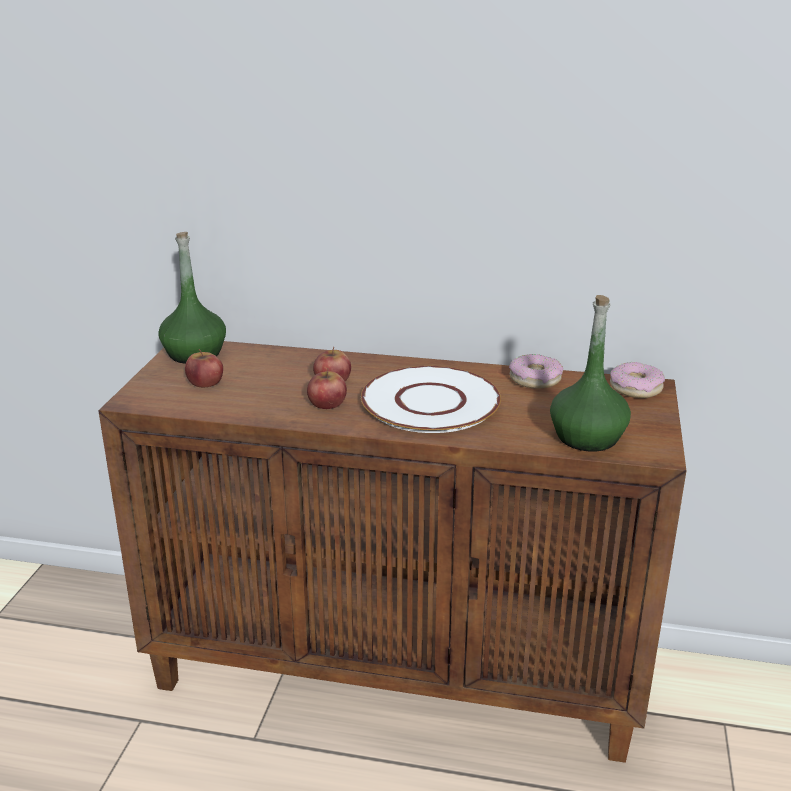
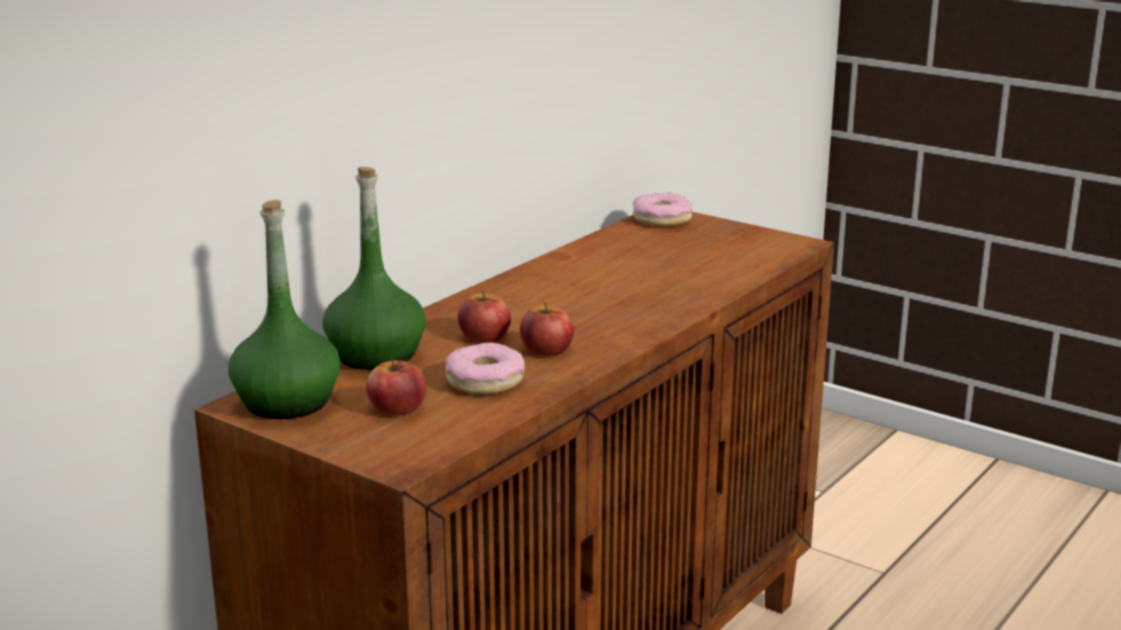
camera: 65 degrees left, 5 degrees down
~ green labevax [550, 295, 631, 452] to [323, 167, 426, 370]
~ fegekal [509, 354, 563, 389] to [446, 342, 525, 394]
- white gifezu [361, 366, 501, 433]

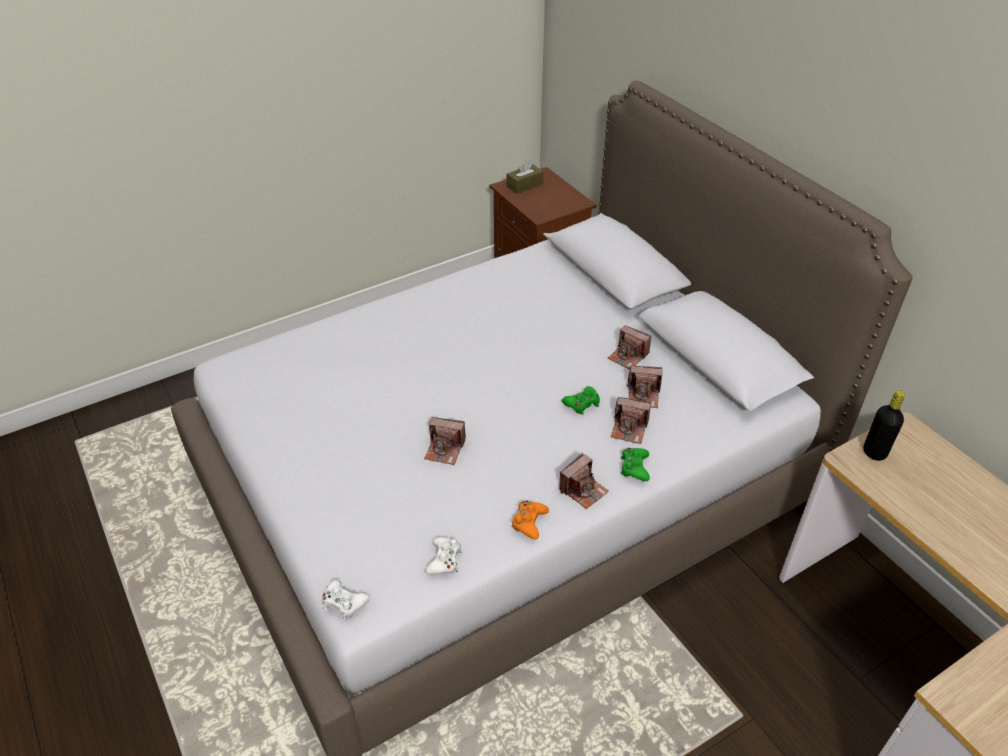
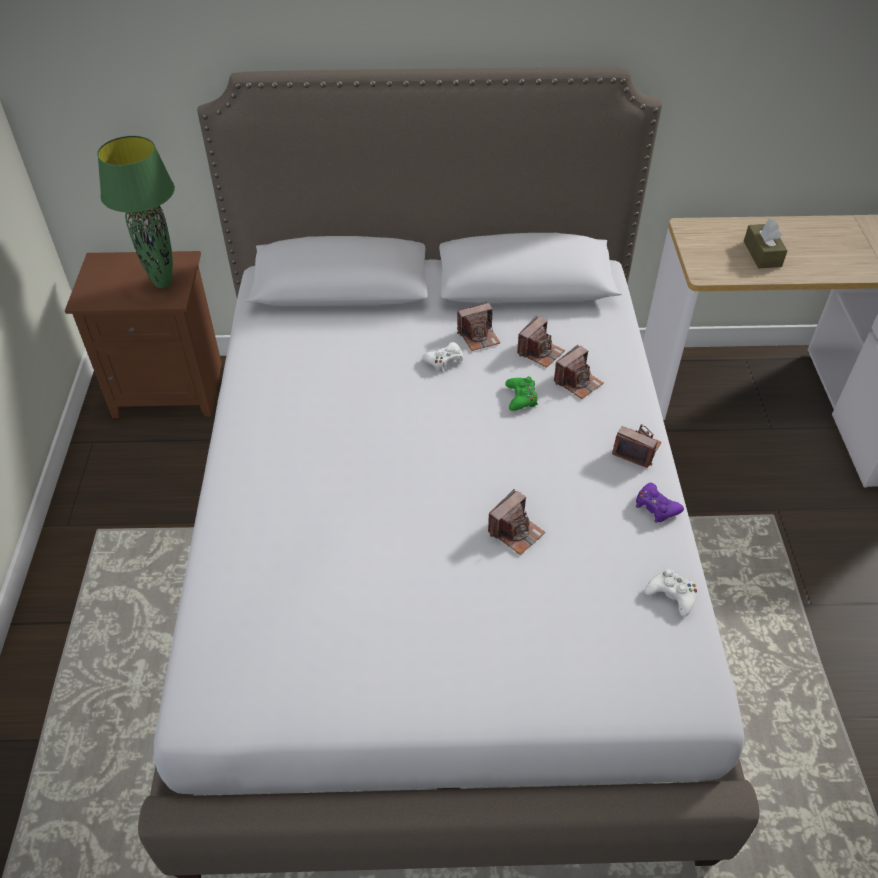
camera: 60 degrees left, 5 degrees up
+ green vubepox [97, 136, 175, 288]
~ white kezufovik [322, 579, 370, 620] to [422, 342, 463, 372]
~ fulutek [559, 453, 609, 509] = [612, 424, 662, 468] 45 degrees counterclockwise
~ orange kezufovik [511, 500, 549, 540] to purple kezufovik [636, 483, 684, 523]
~ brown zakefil [506, 160, 544, 194] to [744, 219, 788, 269]
- green kezufovik [621, 448, 650, 481]
- black labevax [863, 390, 905, 461]

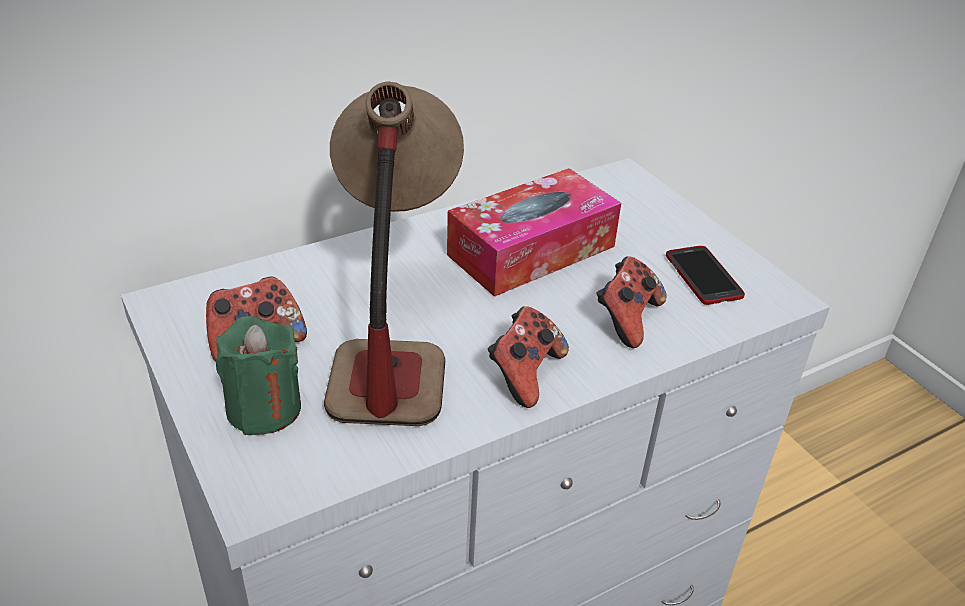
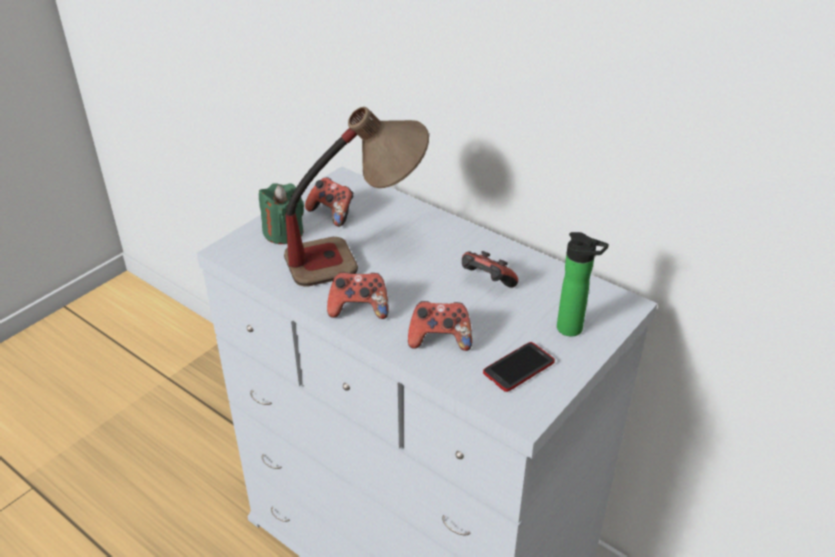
camera: 70 degrees right, 0 degrees up
~ zakefil [447, 168, 621, 297] to kezufovik [462, 251, 518, 288]
+ labevax [557, 232, 609, 336]

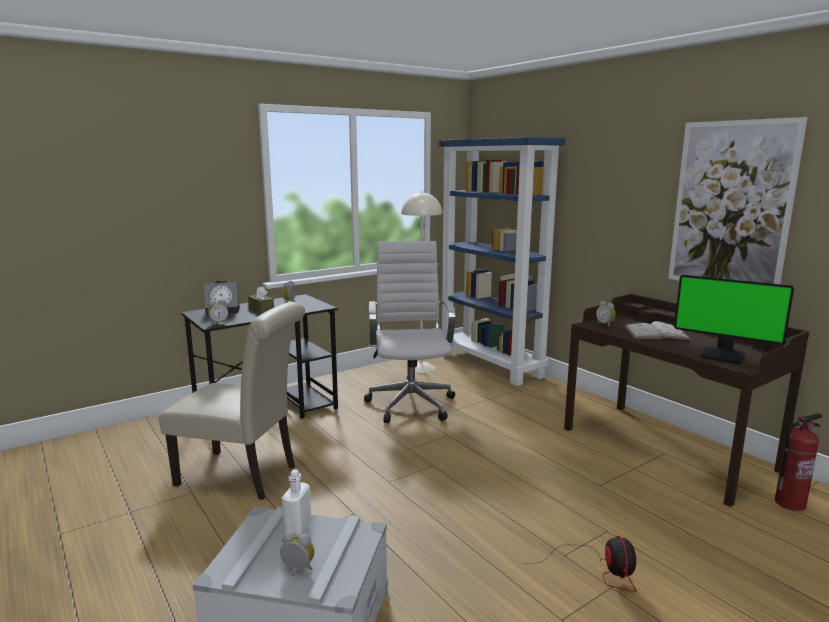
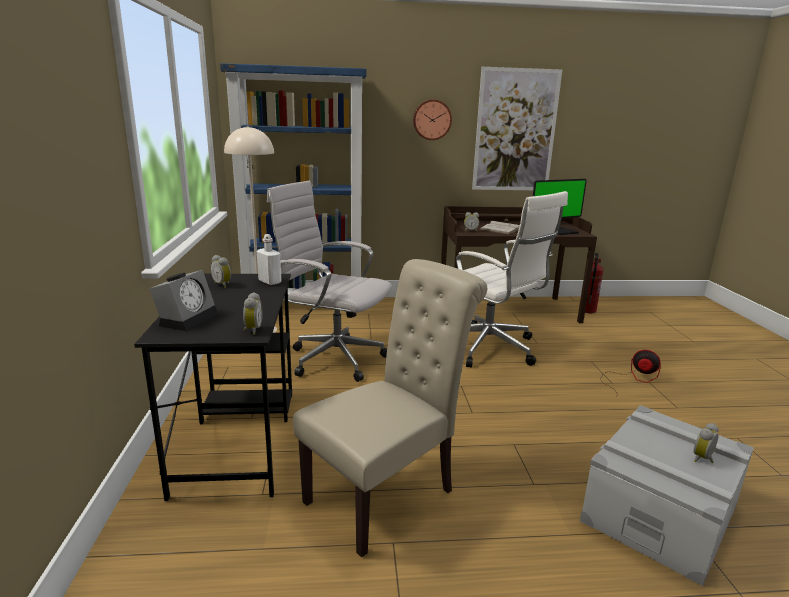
camera: 60 degrees left, 5 degrees up
~ white labevax [282, 469, 311, 535] to [257, 234, 281, 285]
+ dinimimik [413, 100, 452, 140]
+ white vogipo [456, 191, 568, 367]
- brown zakefil [248, 286, 274, 313]

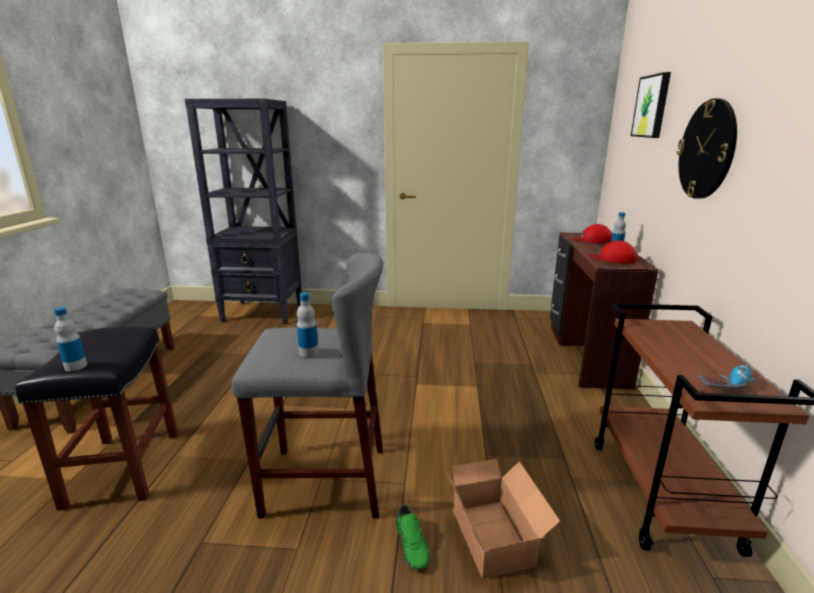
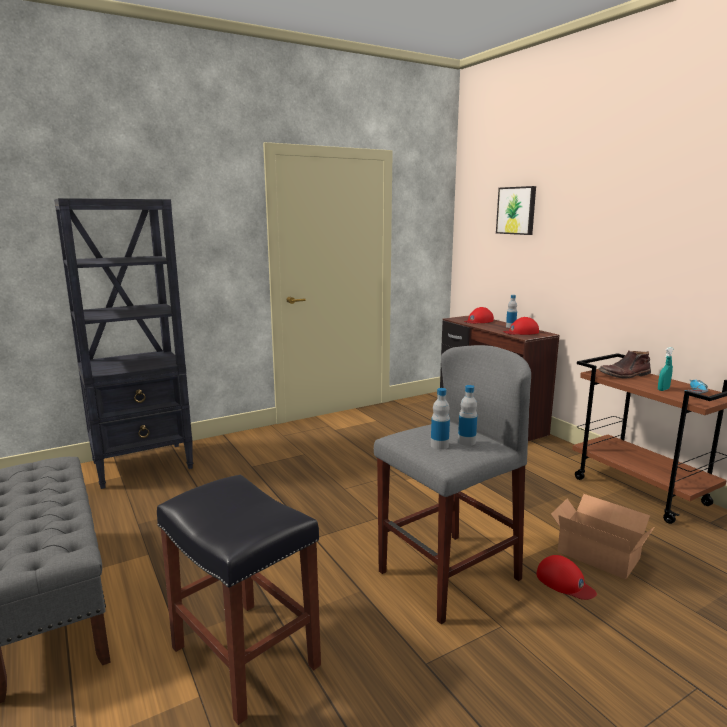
camera: 35 degrees left, 5 degrees down
~ labevax [54, 307, 87, 371] to [431, 388, 450, 450]
~ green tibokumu [395, 505, 430, 570] to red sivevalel [536, 555, 597, 600]
+ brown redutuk [598, 350, 651, 378]
+ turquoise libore [658, 347, 673, 391]
- dinimimik [677, 99, 737, 199]

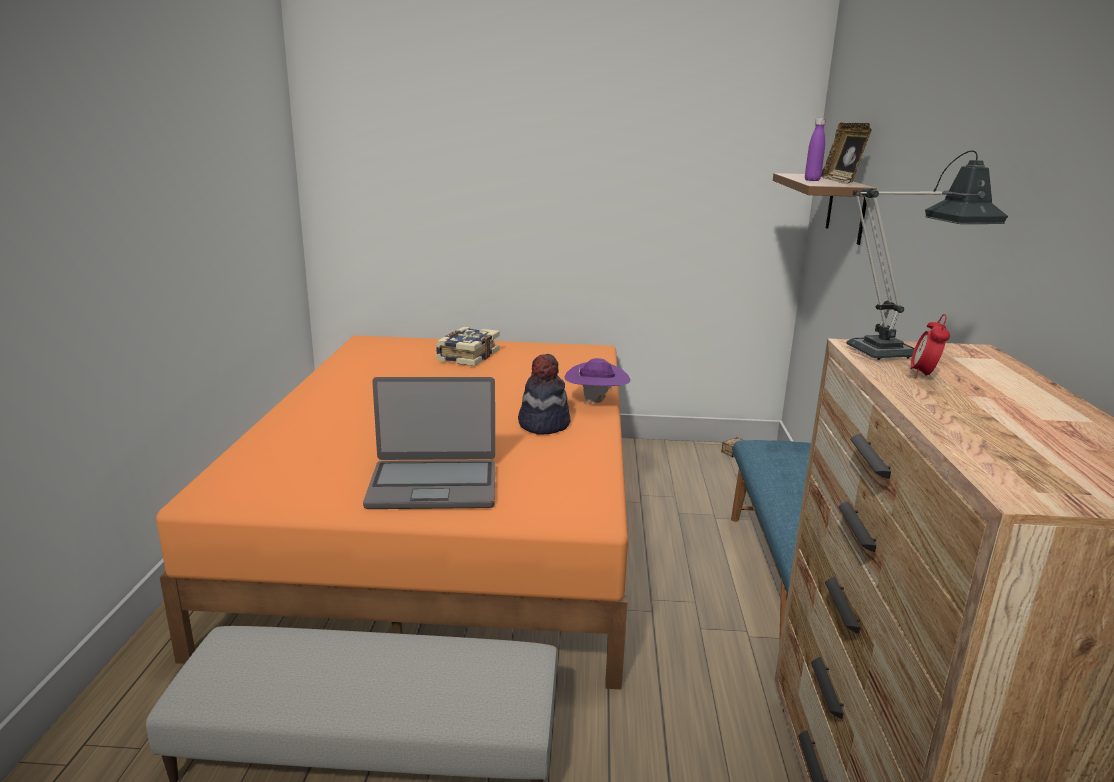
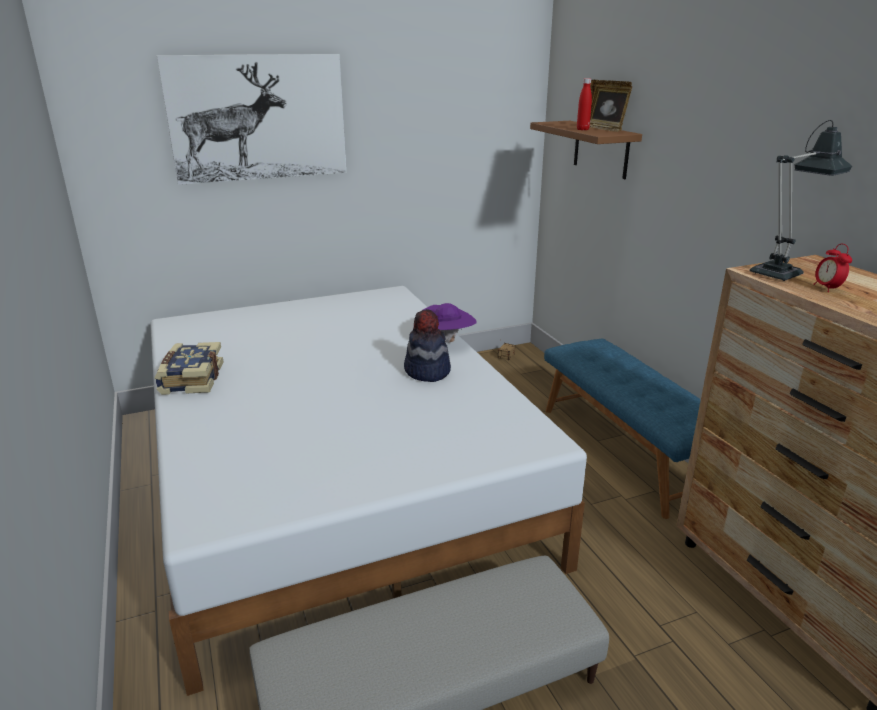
camera: 25 degrees left, 5 degrees up
~ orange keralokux [156, 336, 628, 690] to white keralokux [150, 286, 587, 696]
~ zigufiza [435, 326, 500, 366] to [155, 342, 224, 395]
+ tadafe [157, 54, 346, 185]
~ purple labevax [805, 119, 826, 181] to red labevax [577, 78, 592, 130]
- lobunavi [363, 377, 495, 509]

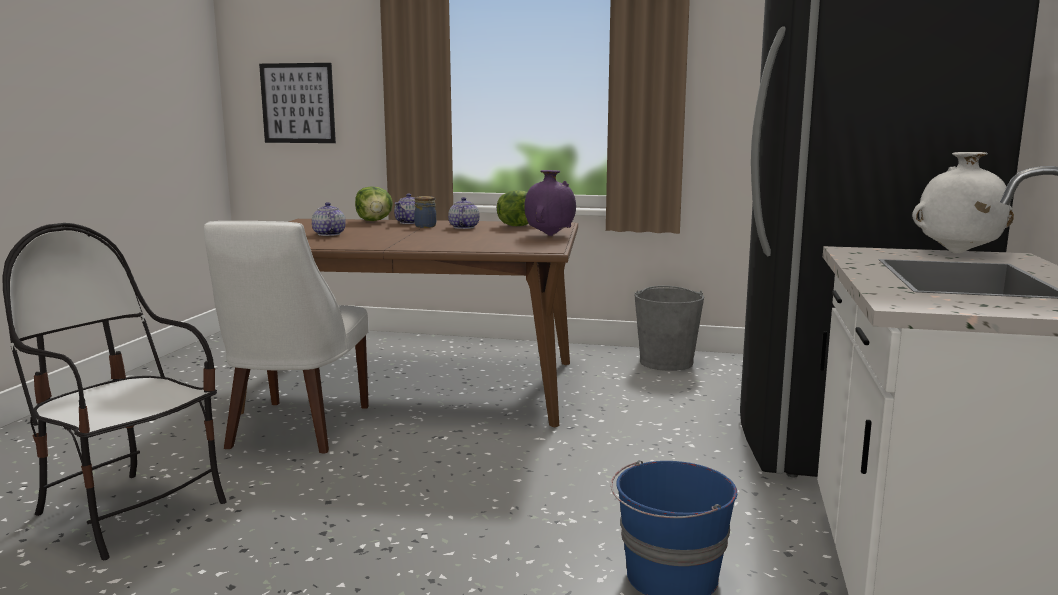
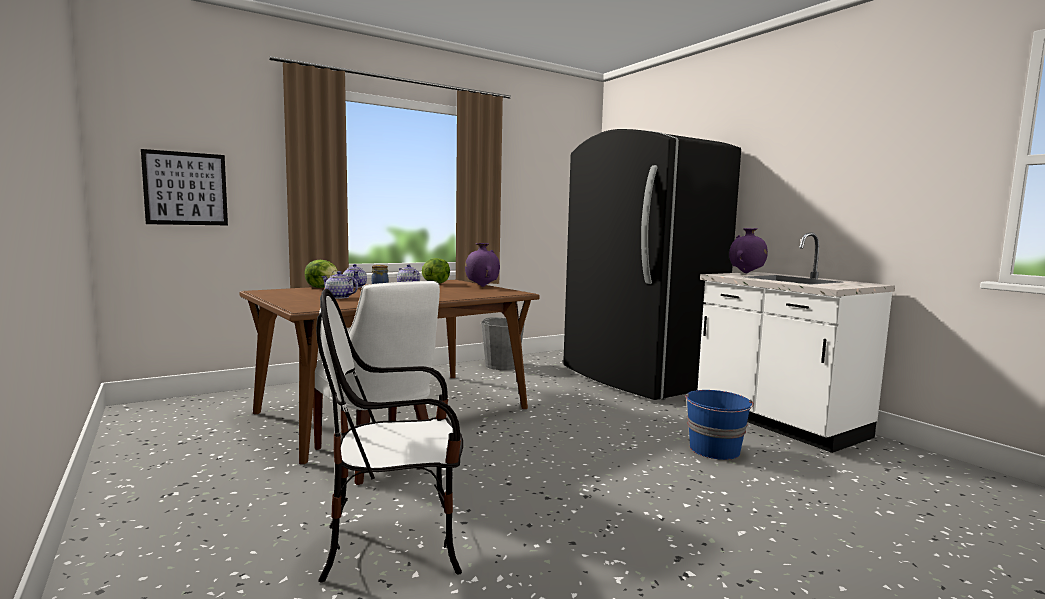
camera: 45 degrees left, 5 degrees down
~ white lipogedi [912, 152, 1014, 254] to purple lipogedi [729, 228, 768, 273]

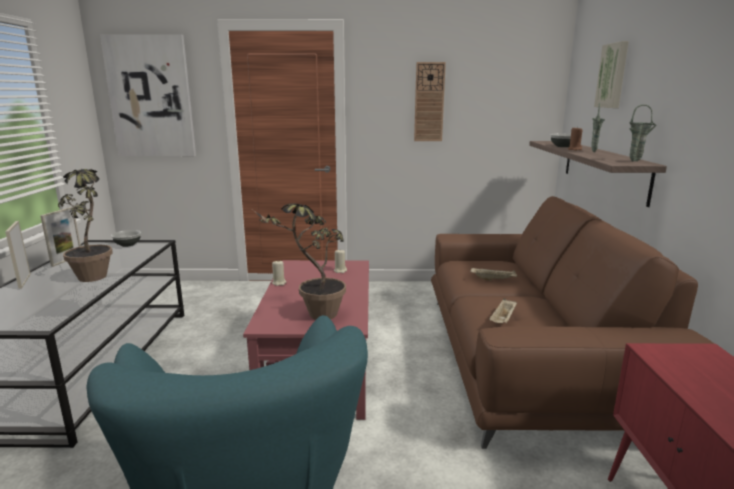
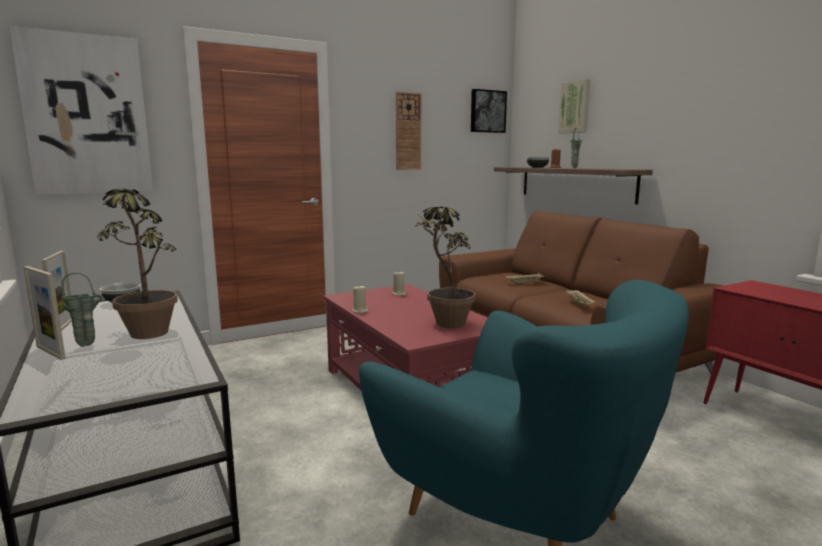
camera: 30 degrees left, 5 degrees down
~ green lipogedi [629, 104, 656, 161] to [61, 272, 102, 347]
+ tadafe [471, 89, 507, 133]

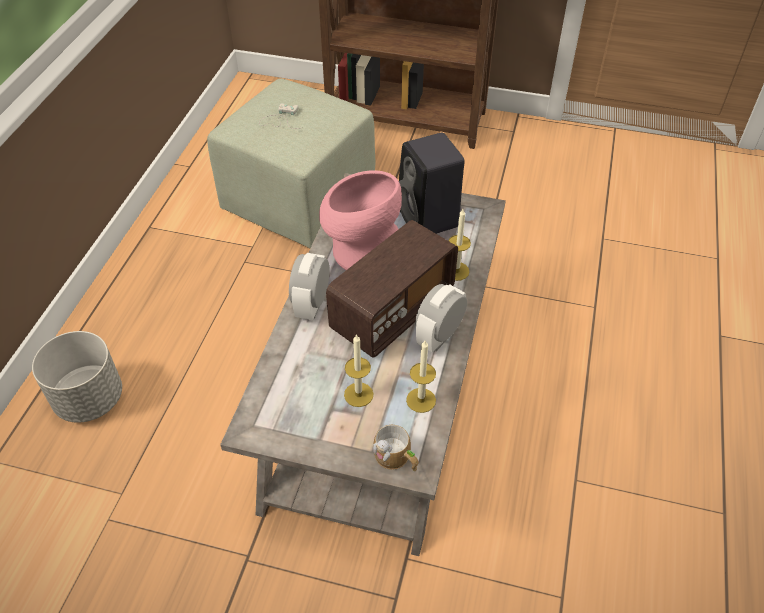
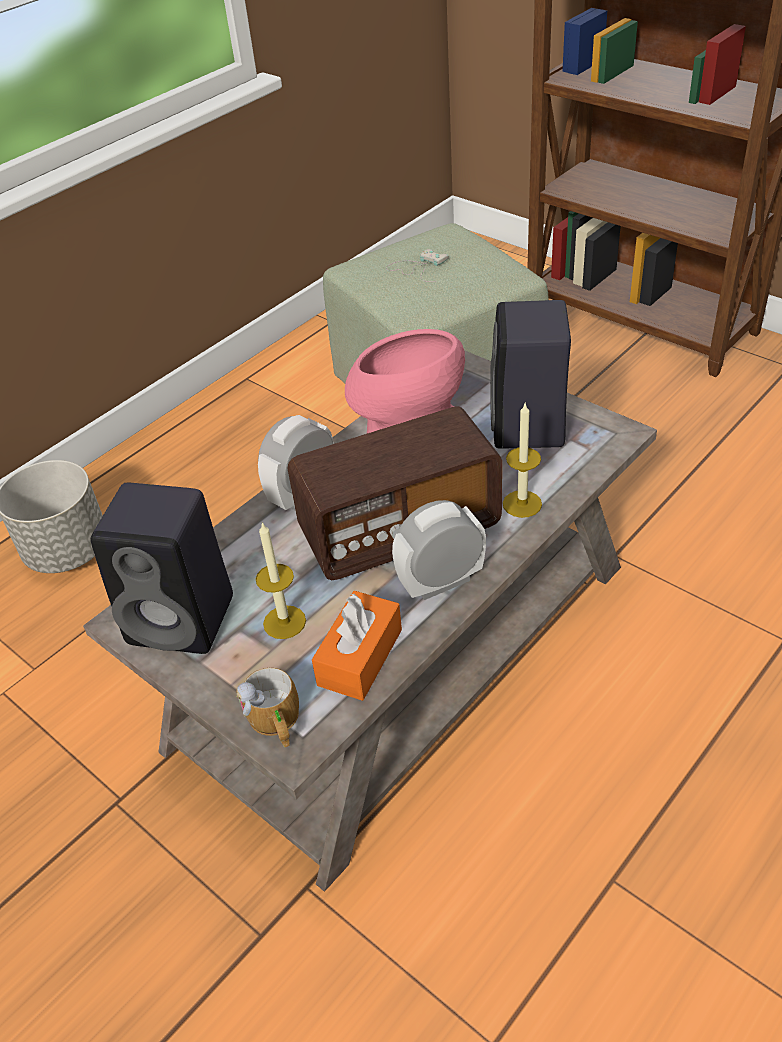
camera: 30 degrees right, 5 degrees down
+ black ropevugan [91, 483, 233, 654]
~ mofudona [406, 341, 436, 413] to orange zakefil [312, 591, 402, 701]

